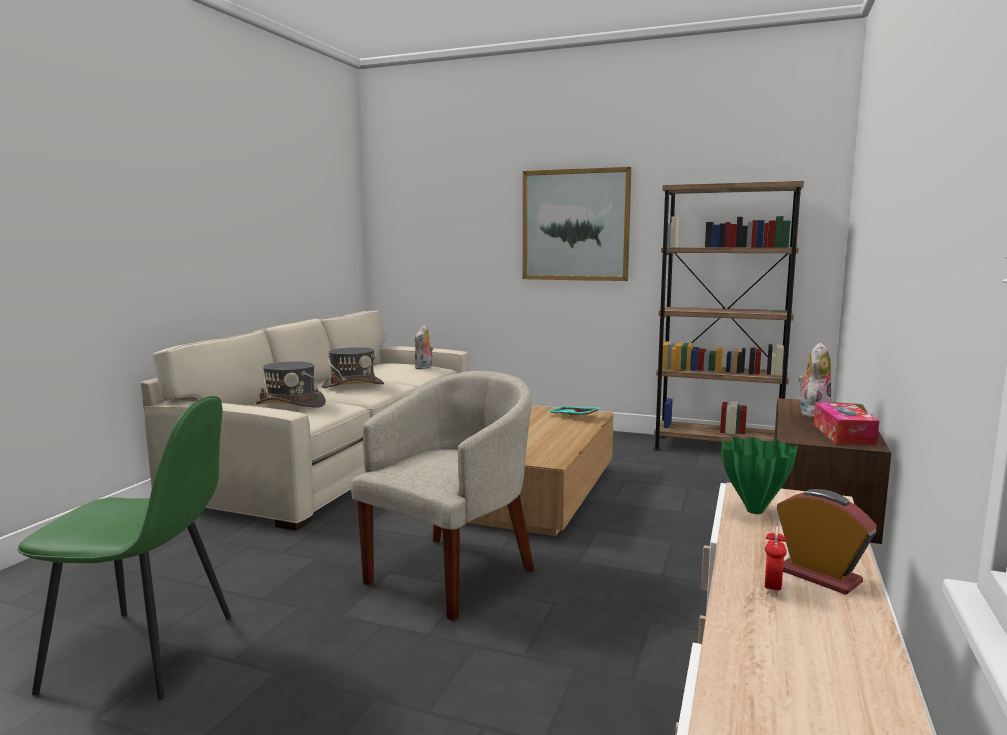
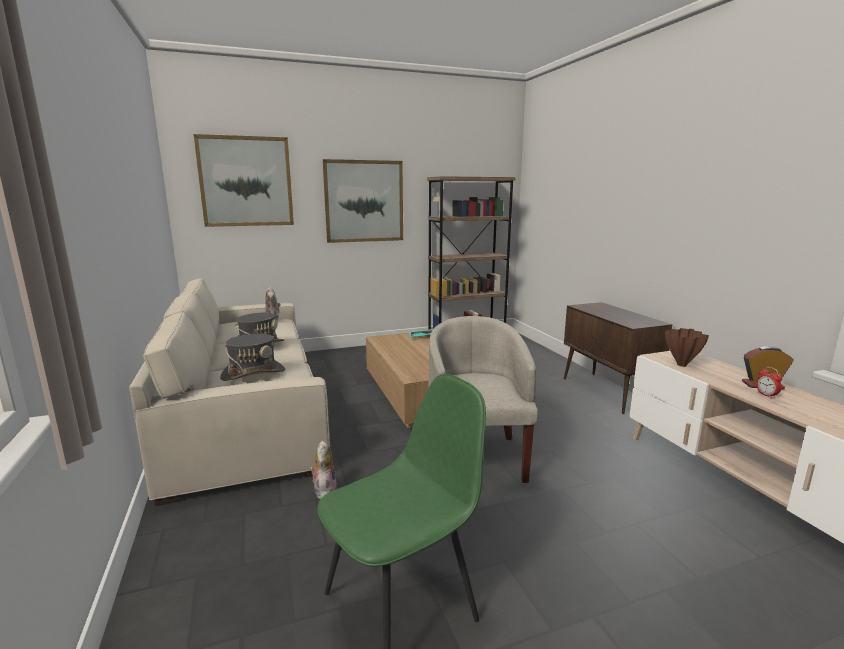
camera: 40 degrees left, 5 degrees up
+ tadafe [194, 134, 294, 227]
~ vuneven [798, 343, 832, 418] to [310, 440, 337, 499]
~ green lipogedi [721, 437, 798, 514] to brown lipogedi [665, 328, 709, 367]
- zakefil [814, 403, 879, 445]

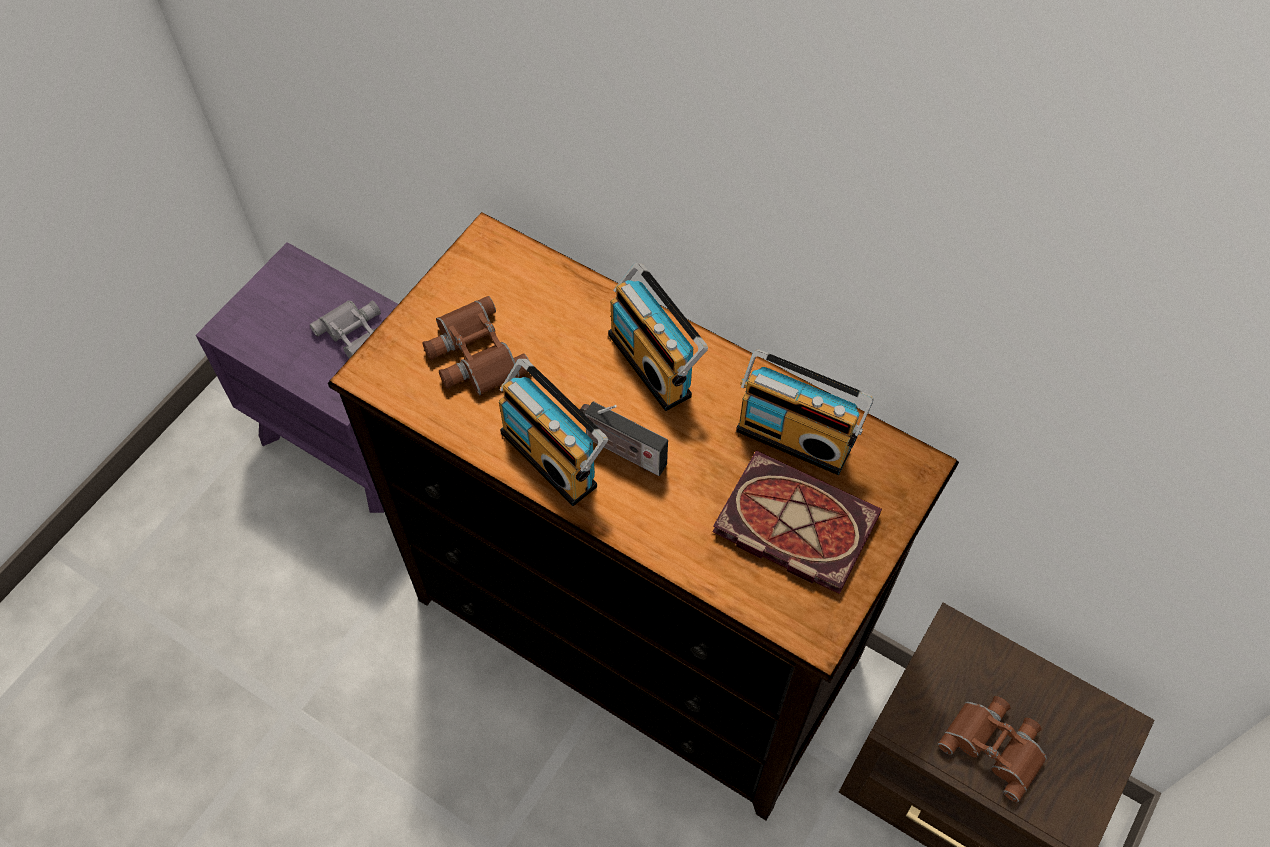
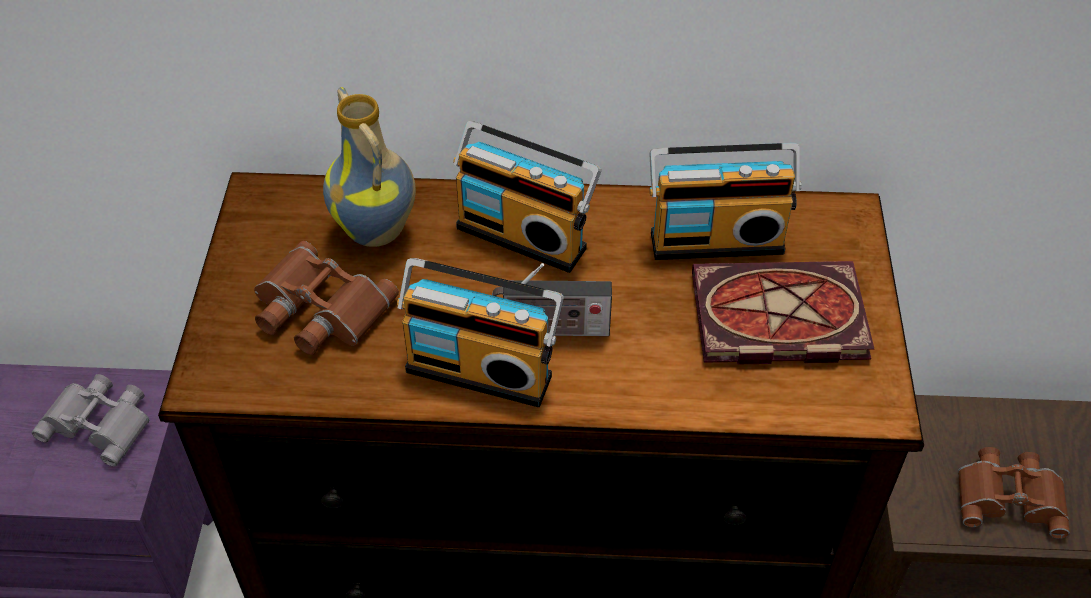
camera: 30 degrees left, 10 degrees down
+ lipogedi [323, 87, 416, 247]

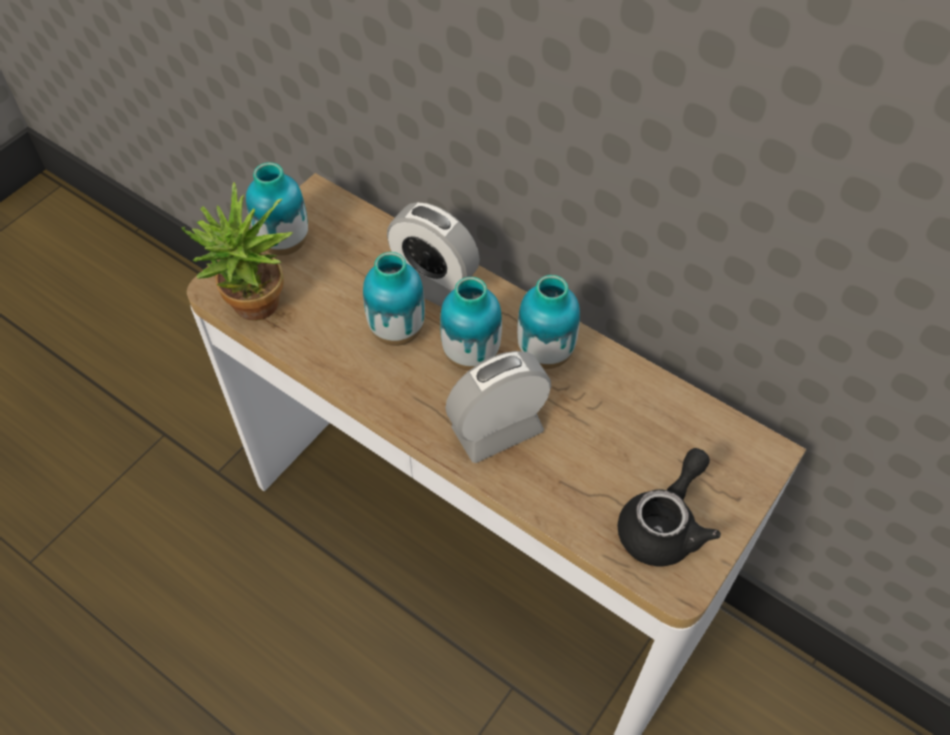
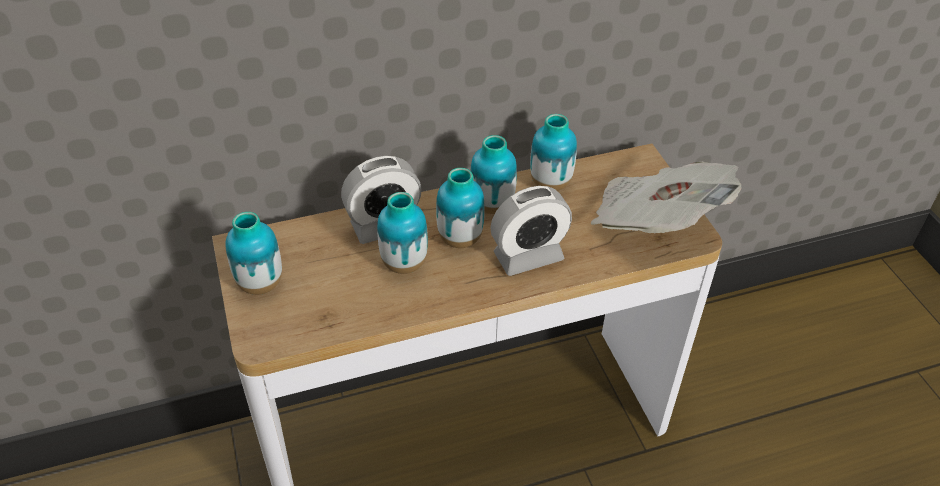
camera: 55 degrees left, 10 degrees down
~ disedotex [445, 351, 551, 463] = [490, 186, 572, 276] 120 degrees counterclockwise
+ lipogedi [530, 114, 577, 191]
~ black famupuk [618, 448, 721, 567] to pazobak [591, 162, 742, 233]
- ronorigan [181, 183, 293, 321]

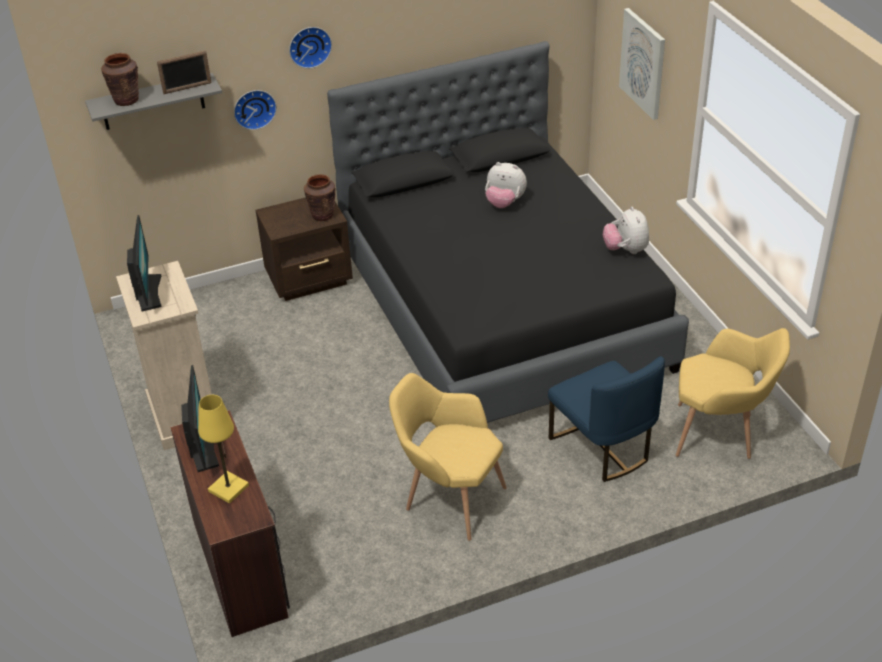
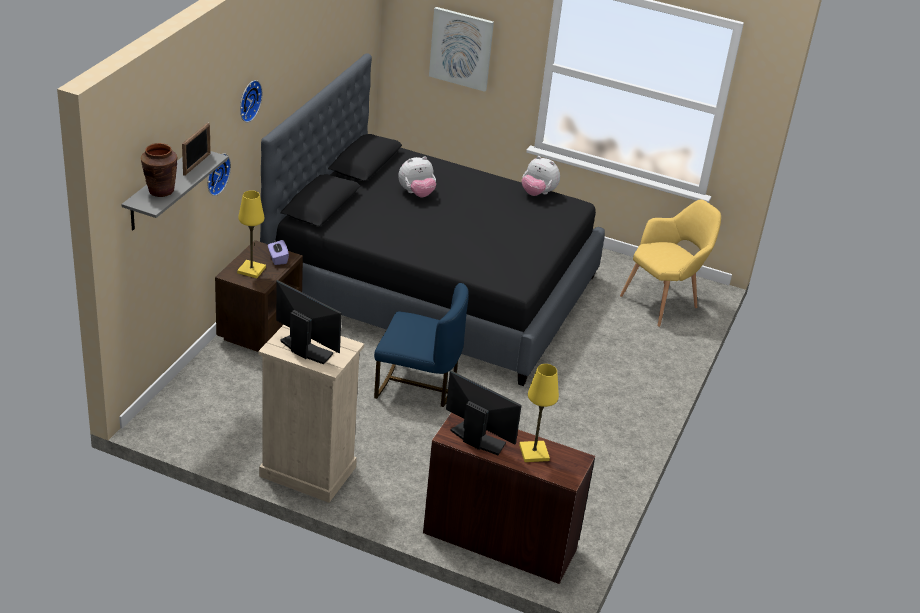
camera: 50 degrees left, 5 degrees down
+ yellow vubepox [237, 190, 266, 278]
~ brown lipogedi [304, 174, 335, 221] to purple zakefil [268, 240, 289, 265]
~ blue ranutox [548, 356, 665, 482] to [374, 283, 469, 407]
- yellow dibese [389, 373, 507, 541]

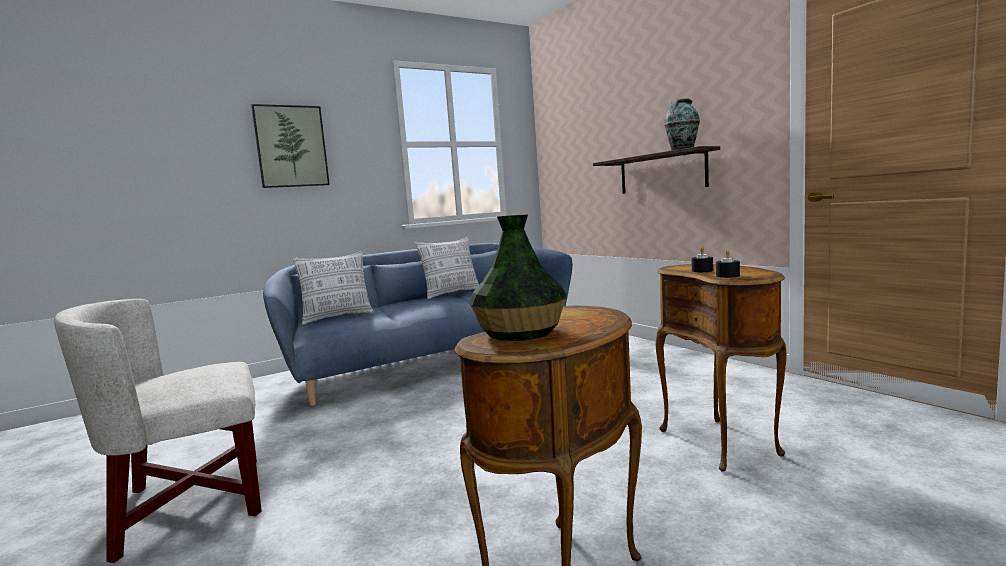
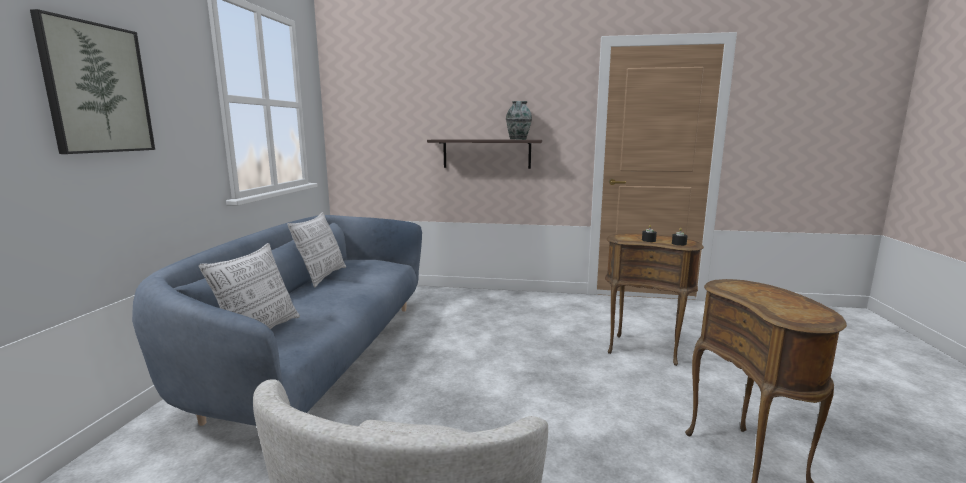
camera: 50 degrees left, 5 degrees up
- lipogedi [469, 214, 567, 341]

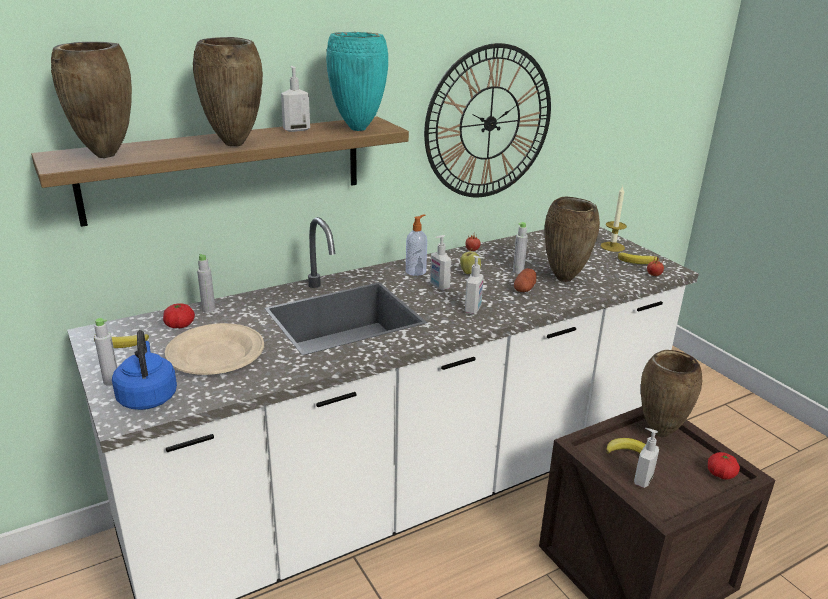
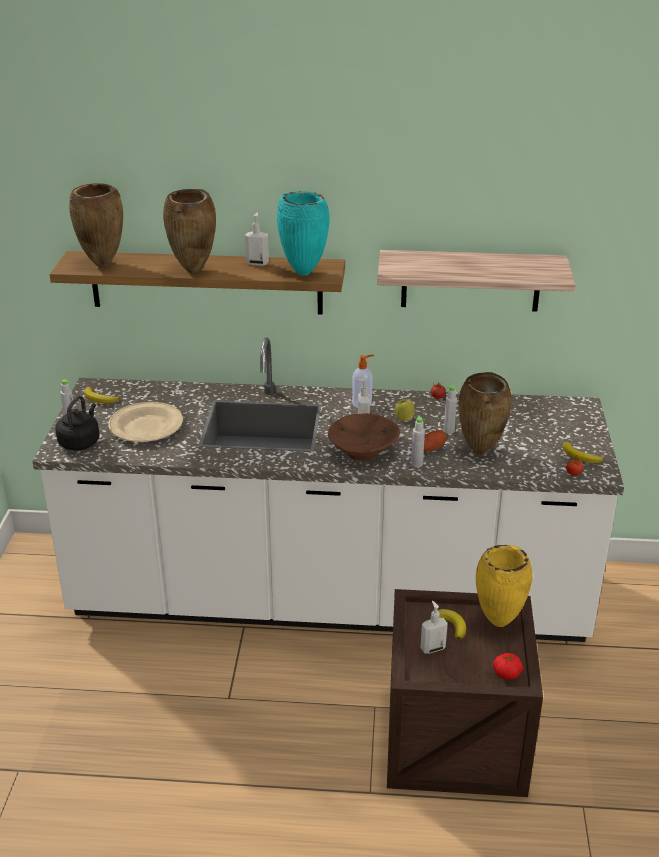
camera: 35 degrees right, 5 degrees up
~ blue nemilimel [112, 330, 177, 410] to black nemilimel [55, 396, 99, 451]
~ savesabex [465, 255, 485, 314] to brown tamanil [328, 413, 400, 461]
~ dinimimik [424, 43, 551, 197] to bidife [377, 250, 576, 312]
~ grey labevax [197, 254, 215, 313] to [411, 416, 425, 467]
~ brown lipogedi [641, 350, 702, 437] to yellow lipogedi [476, 545, 532, 627]
- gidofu [163, 303, 195, 328]
- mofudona [600, 186, 627, 252]

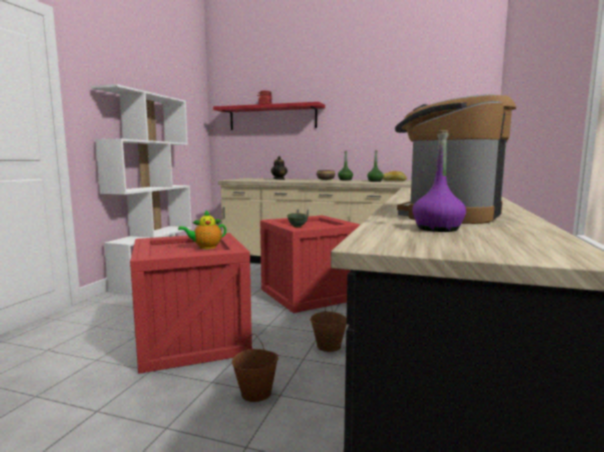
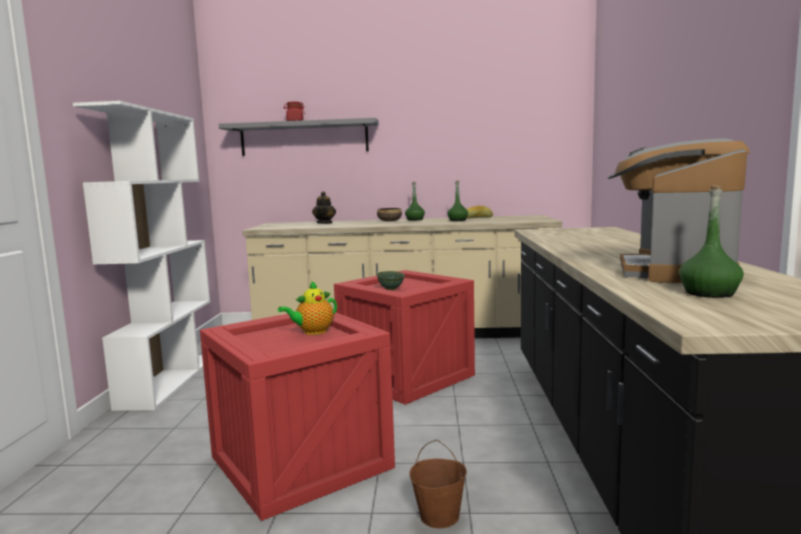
camera: 15 degrees left, 0 degrees up
~ red bidife [213, 102, 325, 130] to grey bidife [219, 118, 379, 156]
~ purple labevax [412, 130, 466, 232] to green labevax [679, 185, 744, 298]
- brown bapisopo [310, 298, 347, 352]

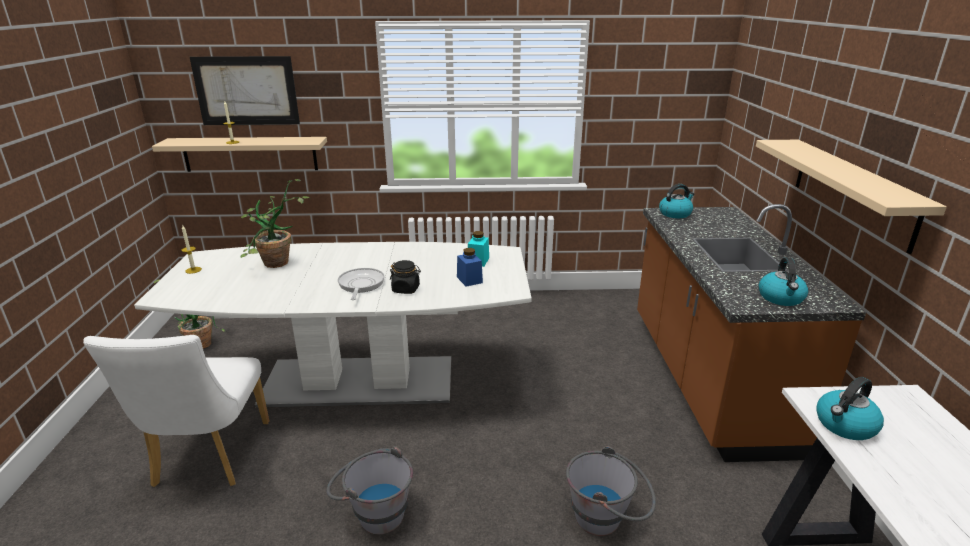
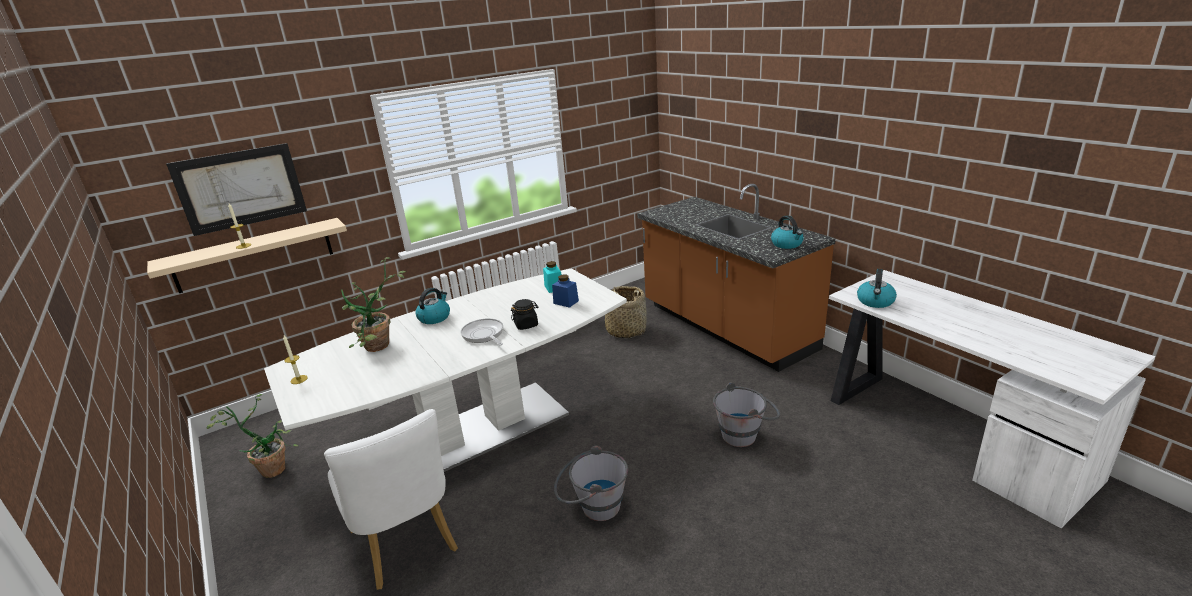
camera: 30 degrees left, 0 degrees up
~ nemilimel [659, 184, 694, 218] to [415, 288, 450, 324]
+ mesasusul [605, 286, 647, 338]
- beige bidife [756, 140, 947, 254]

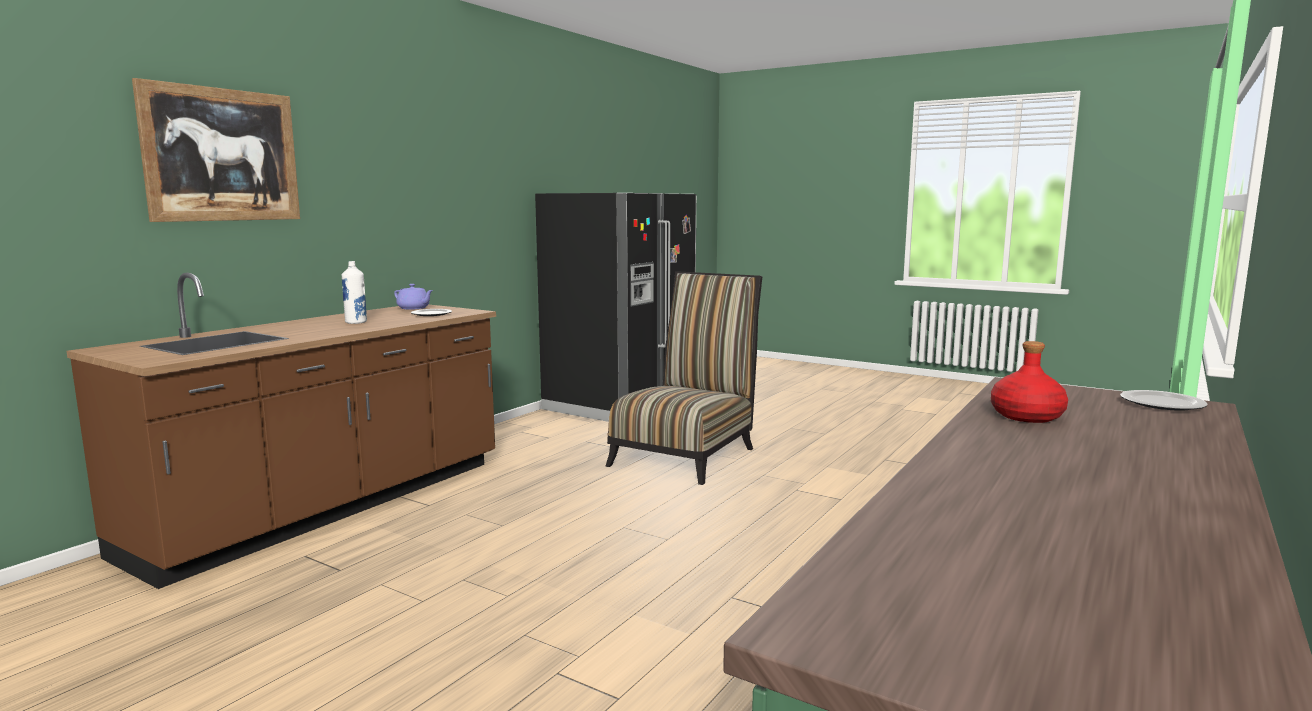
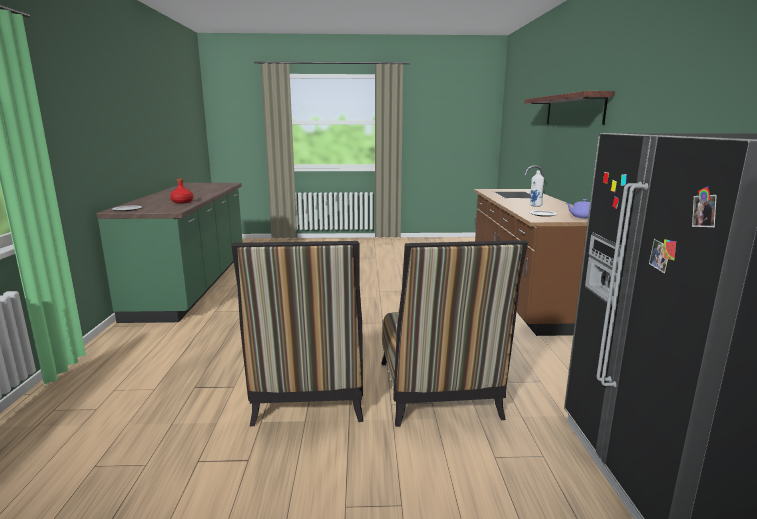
camera: 145 degrees right, 5 degrees up
+ ranutox [231, 241, 363, 426]
~ tadafe [132, 78, 300, 222] to bidife [524, 91, 615, 125]

